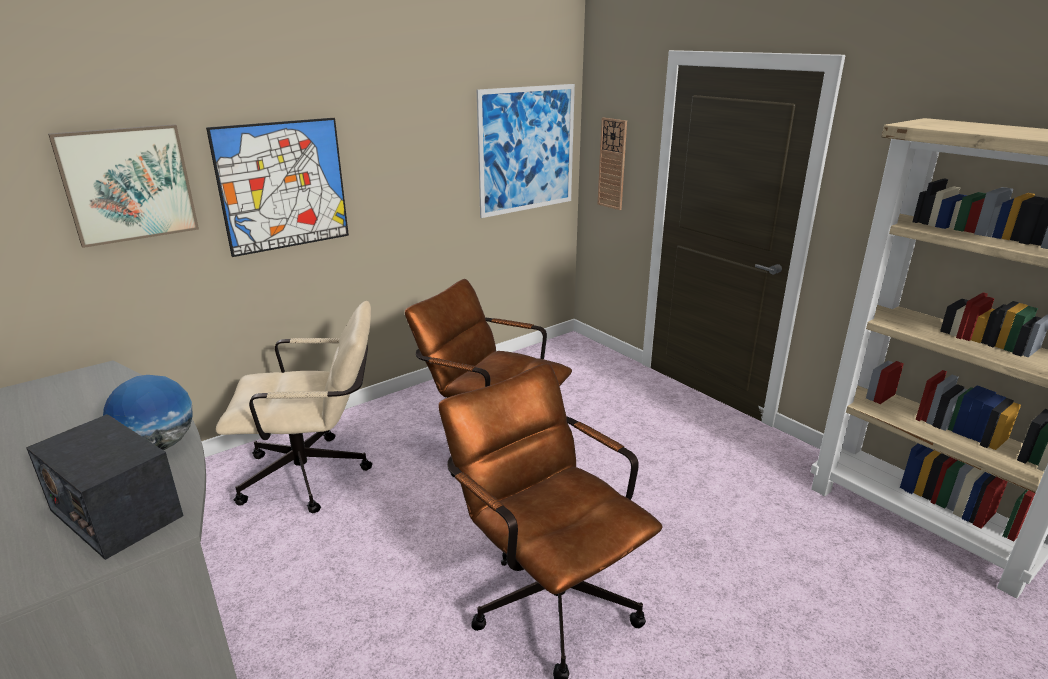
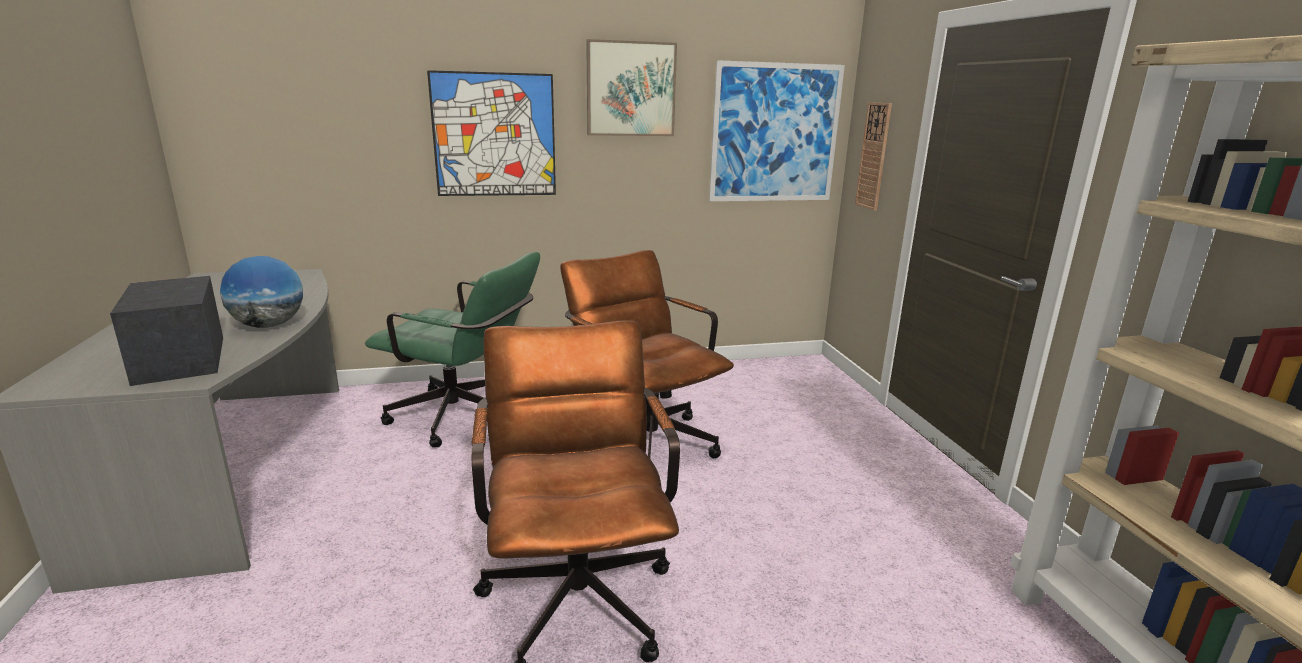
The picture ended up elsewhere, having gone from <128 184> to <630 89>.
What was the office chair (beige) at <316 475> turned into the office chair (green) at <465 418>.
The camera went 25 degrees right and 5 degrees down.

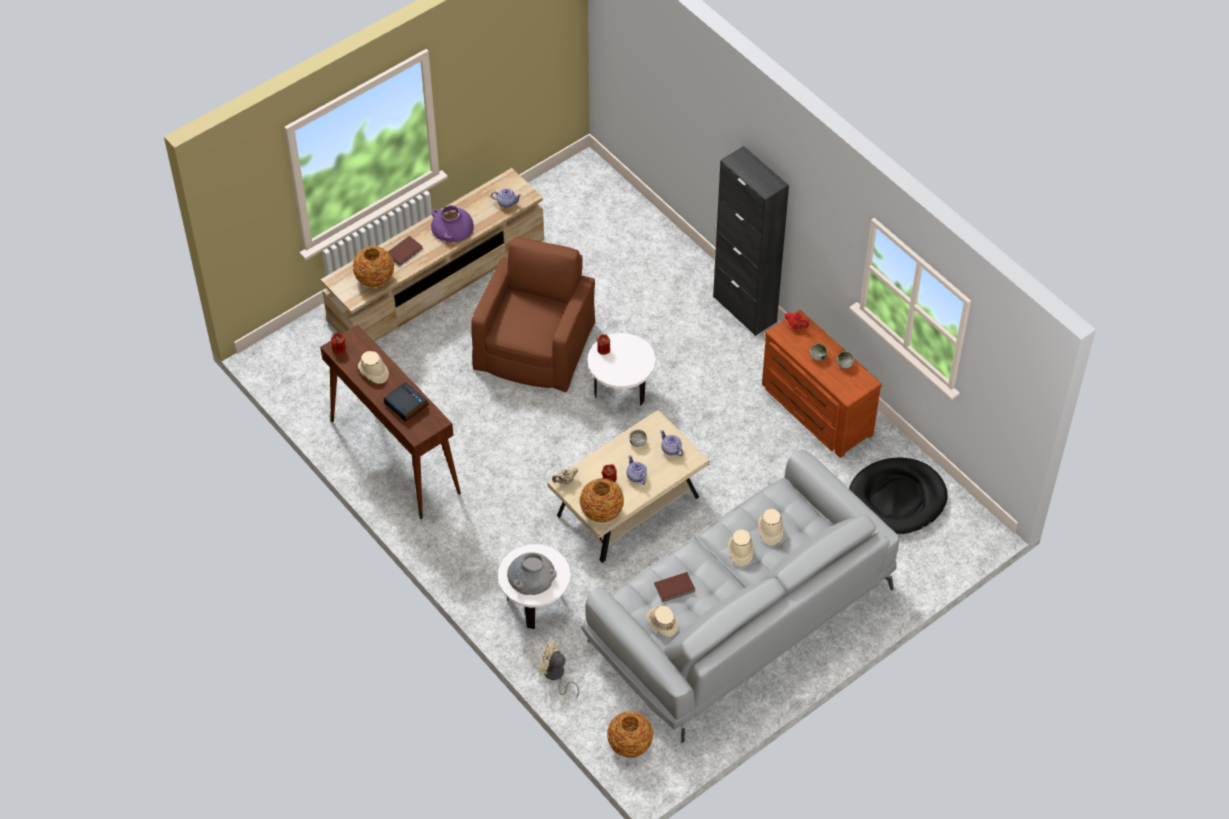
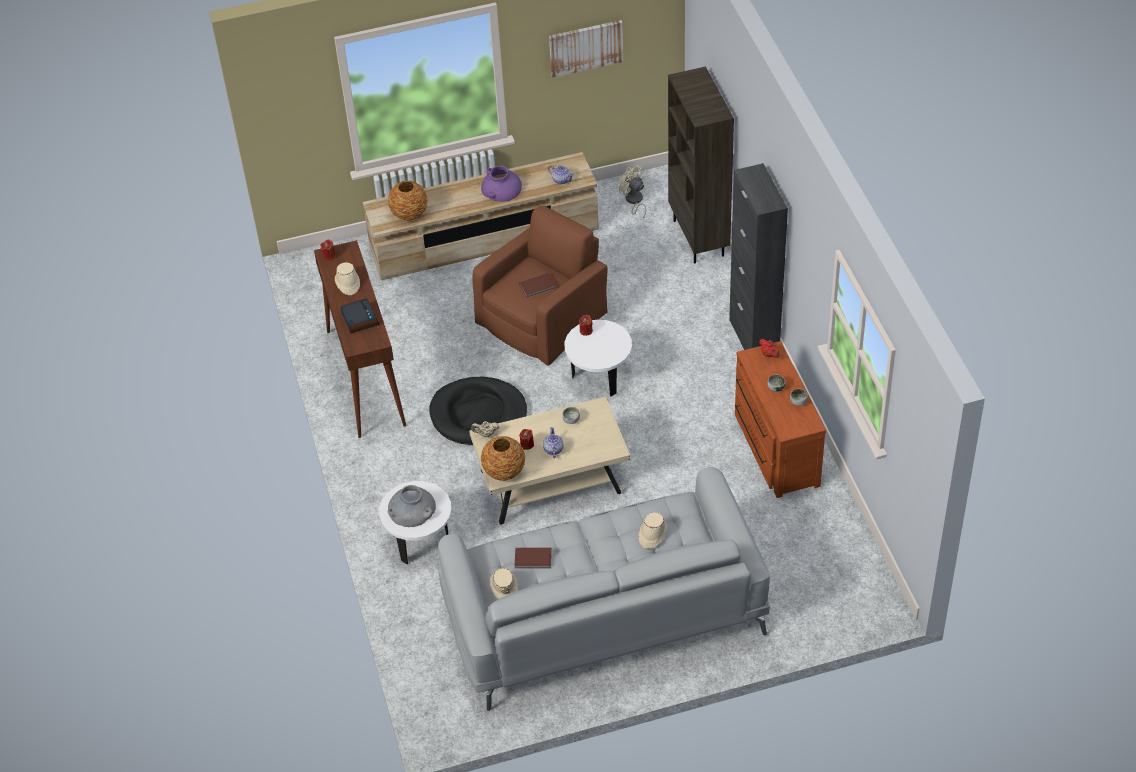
The book (brown) ended up elsewhere, having gone from <405 252> to <538 286>.
The second view lost the teapot at <671 449>.
The dog bed (black) ended up elsewhere, having gone from <897 499> to <478 414>.
The second view lost the hat (beige) at <740 550>.
The fan (beige) ended up elsewhere, having gone from <555 676> to <634 201>.
The second view lost the vase at <629 745>.
The second view gained the picture at <586 47>.
The second view gained the bookcase (brown) at <699 238>.
The camera went 25 degrees right and 5 degrees down.

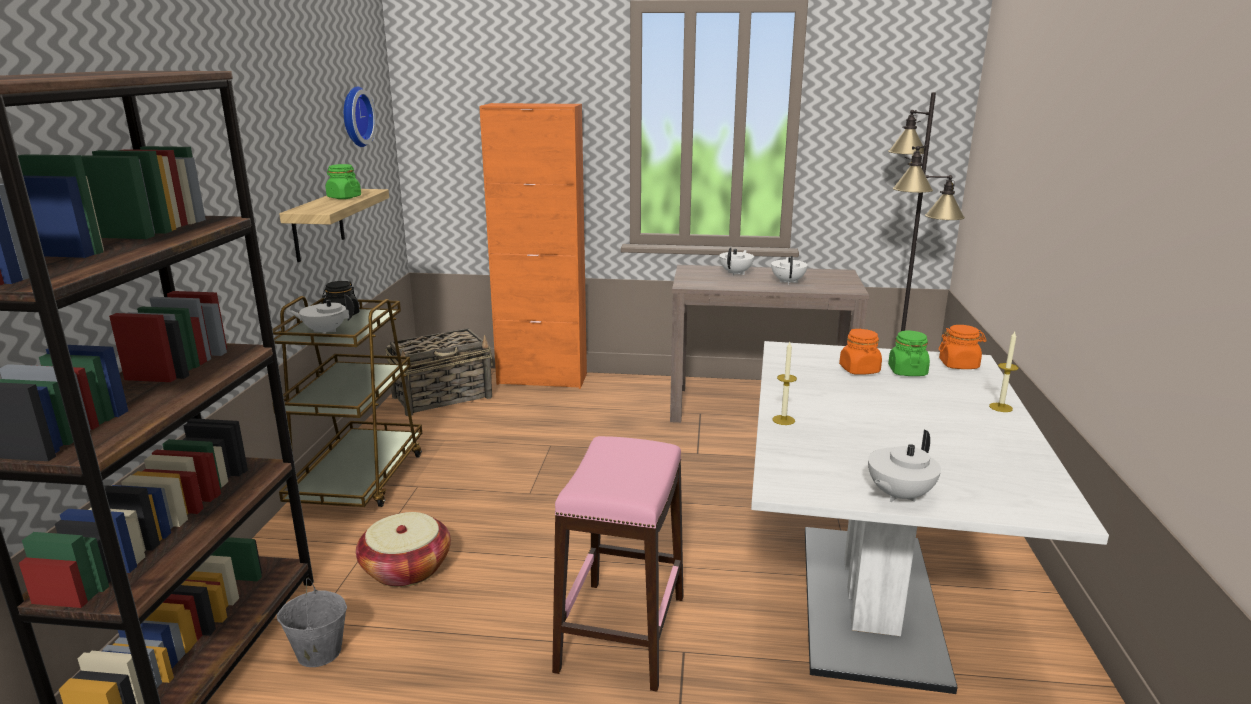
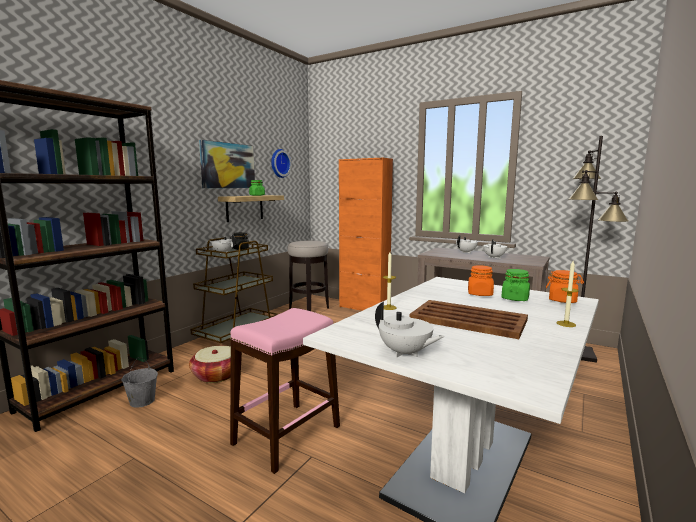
Where the basket stood at <443 397>, the stool came to stand at <309 308>.
The teapot (white) at <898 495> ended up facing another way, 120 degrees counterclockwise from before.
The second view gained the picture at <228 165>.
The second view gained the tray (brown) at <469 320>.
The camera went 25 degrees right and 10 degrees down.

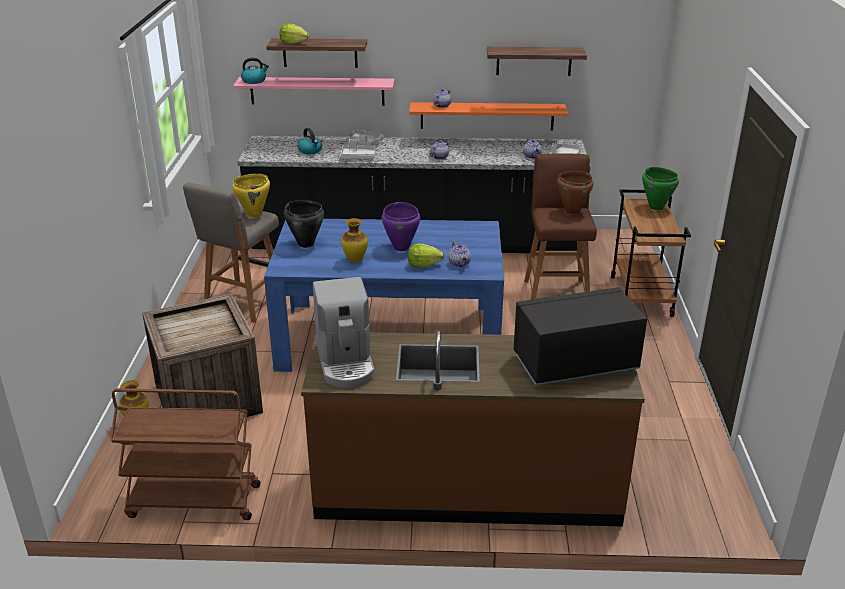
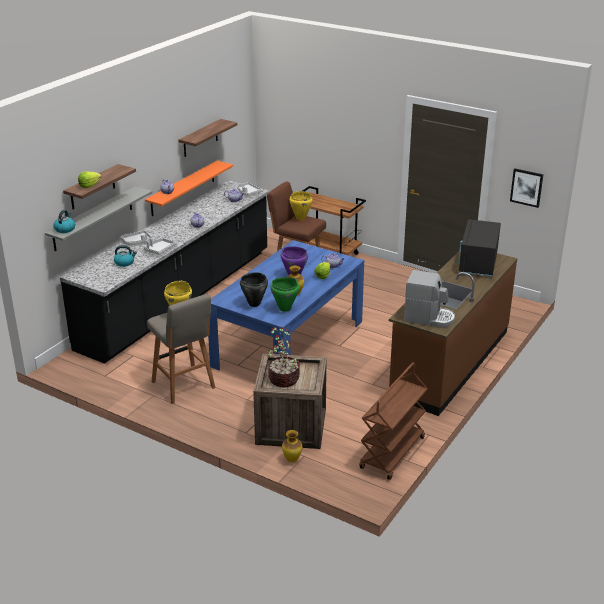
What was the shelf (pink) at <317 91> turned into the shelf (grey) at <93 218>.
The cooking pot (green) ended up elsewhere, having gone from <656 207> to <284 308>.
What was the cooking pot (brown) at <572 211> turned into the cooking pot (yellow) at <300 218>.
The second view gained the picture at <526 187>.
The second view gained the potted plant at <283 378>.
The camera went 60 degrees left and 0 degrees up.

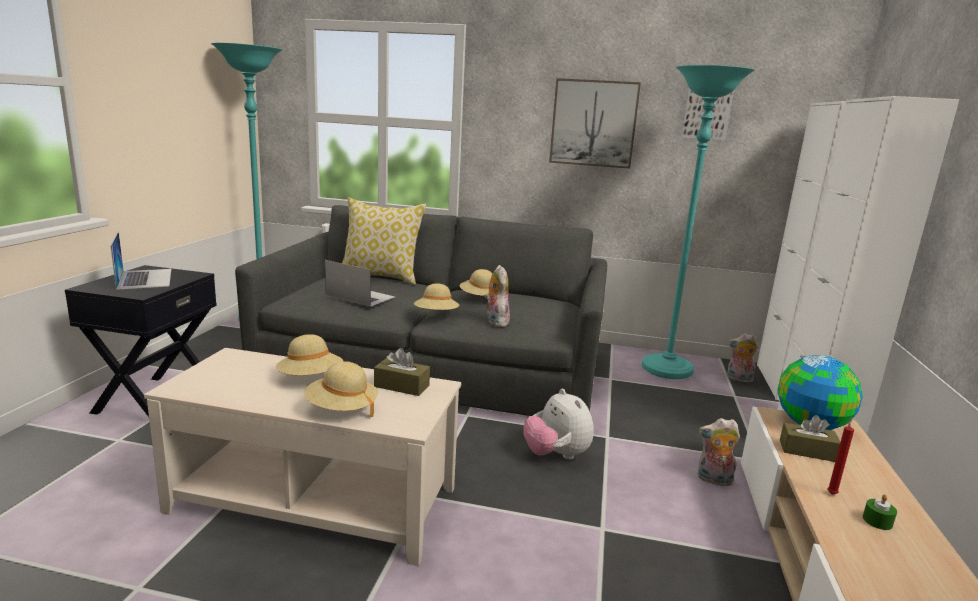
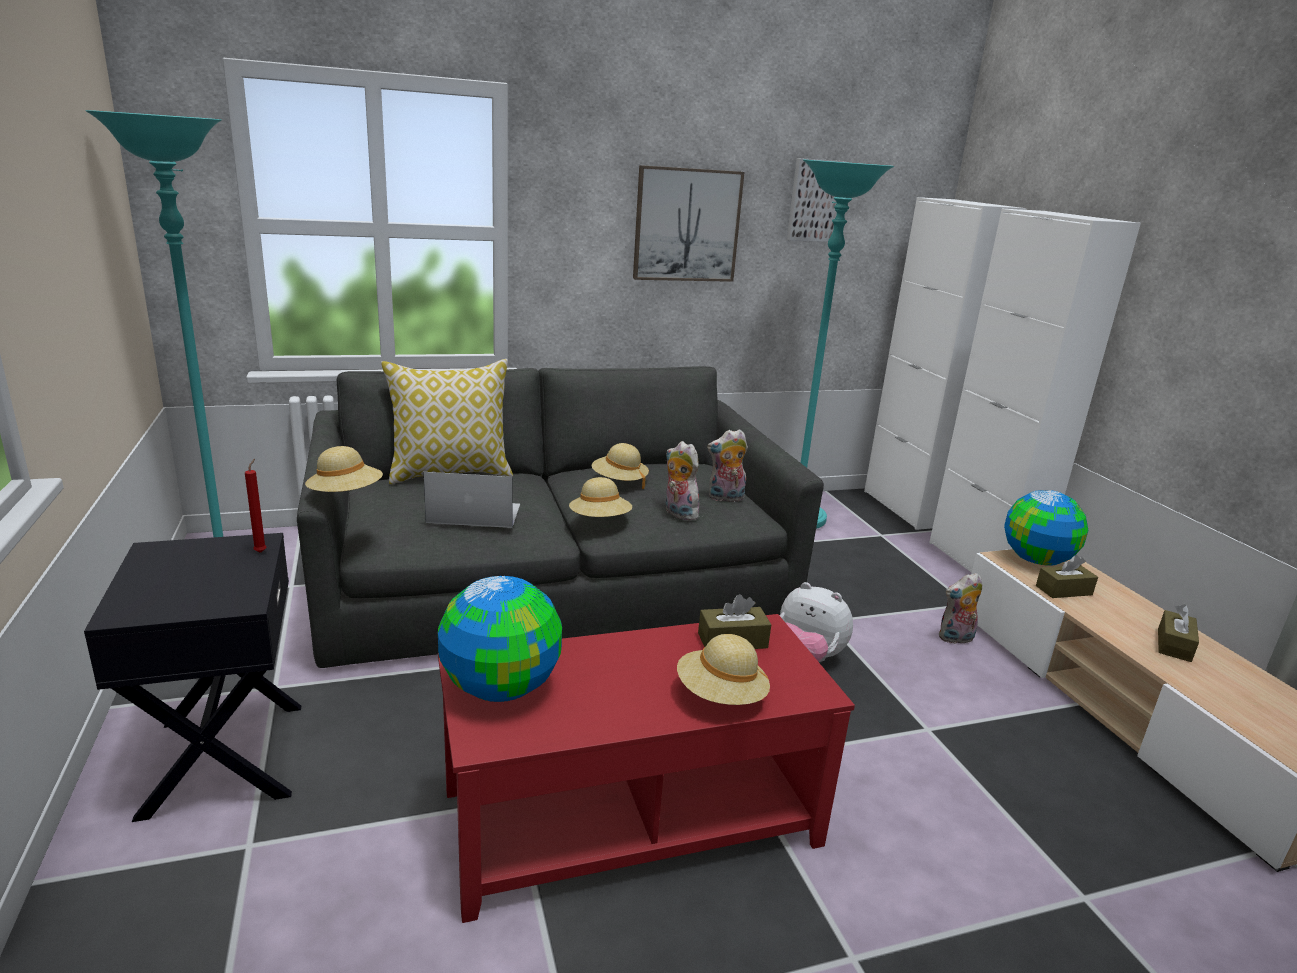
The second view lost the laptop at <145 278>.
The plush toy ended up elsewhere, having gone from <738 379> to <725 498>.
The hat (beige) ended up elsewhere, having gone from <310 378> to <346 495>.
What was the coffee table (beige) at <315 500> turned into the coffee table (red) at <632 818>.
The candle (red) ended up elsewhere, having gone from <832 493> to <261 551>.
Where the candle (green) stood at <877 521>, the tissue box (brown) came to stand at <1174 645>.
The second view gained the globe at <502 687>.
The camera went 30 degrees left and 5 degrees up.

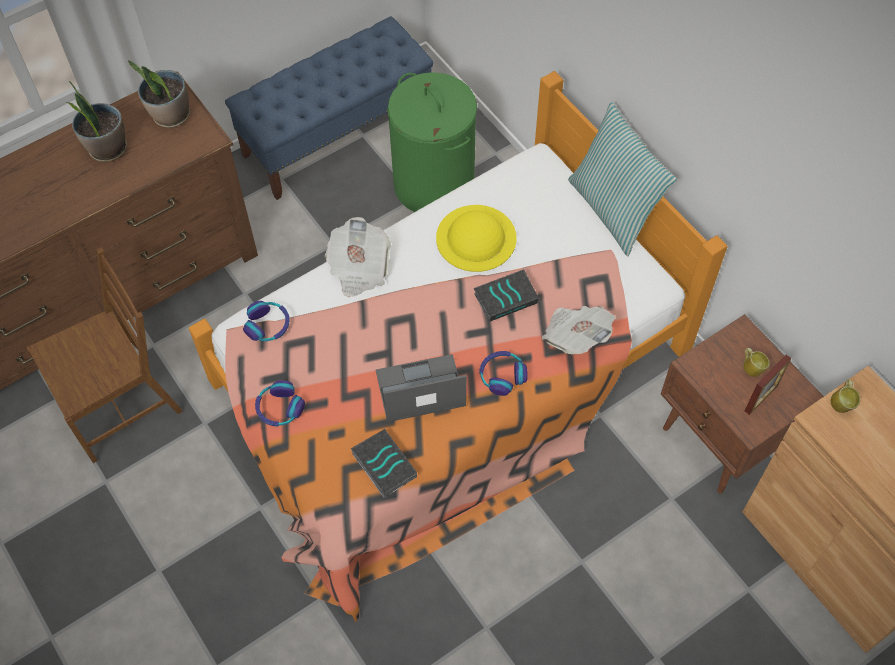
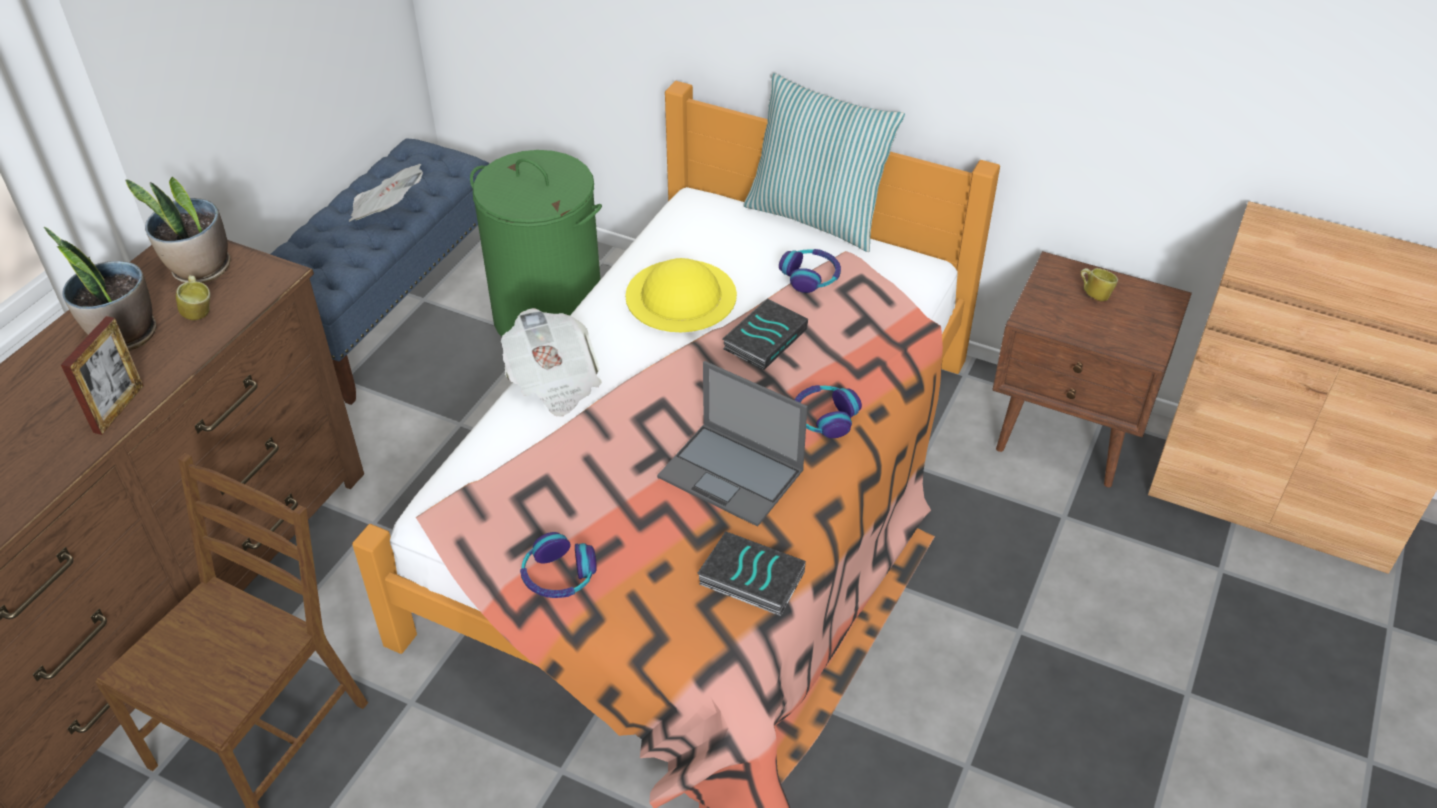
The headphones ended up elsewhere, having gone from <268 325> to <810 276>.
The newspaper ended up elsewhere, having gone from <575 336> to <388 211>.
The laptop at <419 389> ended up facing another way, 105 degrees counterclockwise from before.
The picture frame ended up elsewhere, having gone from <761 398> to <119 408>.
The mug ended up elsewhere, having gone from <842 403> to <199 311>.
The camera went 30 degrees left and 15 degrees down.

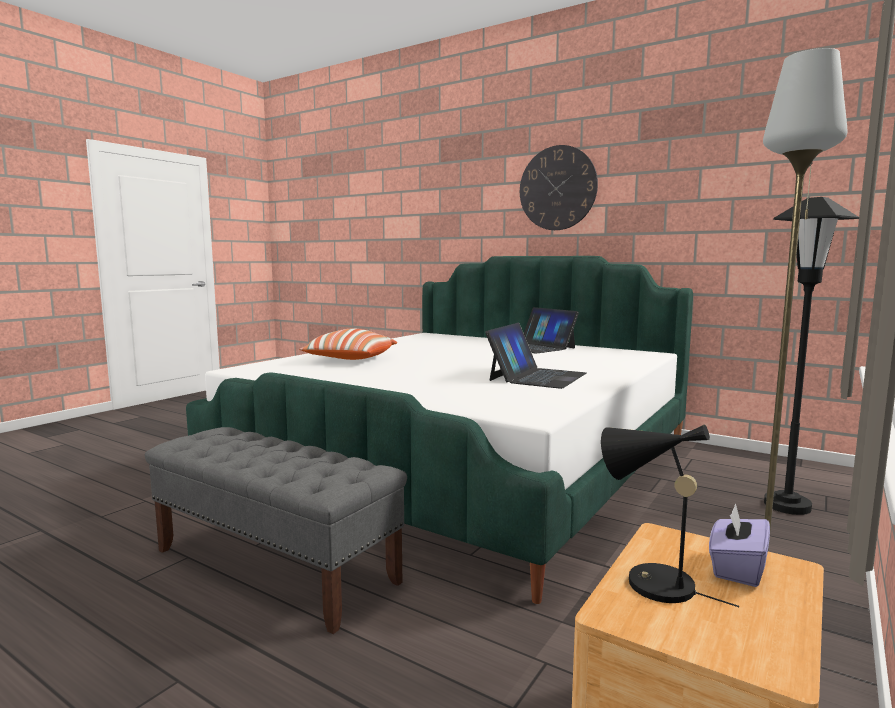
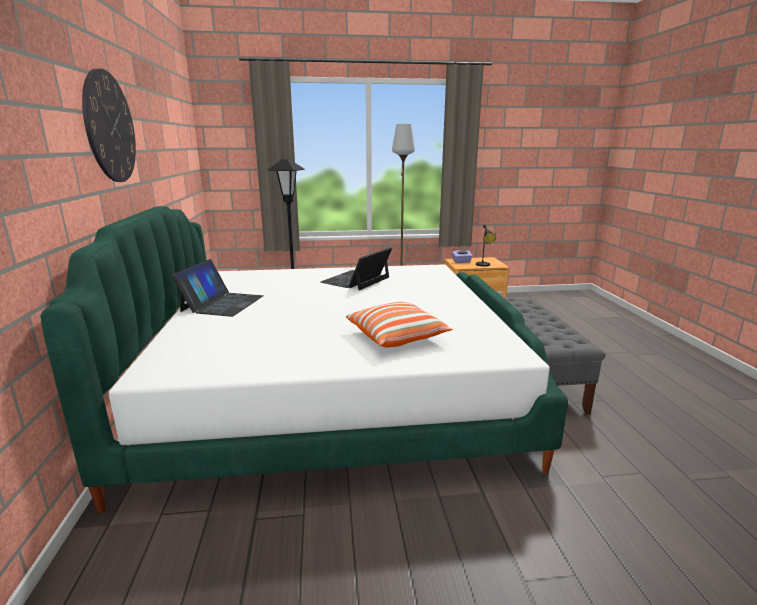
The laptop at <537 377> ended up facing another way, 45 degrees counterclockwise from before.
The camera went 130 degrees left and 10 degrees up.

